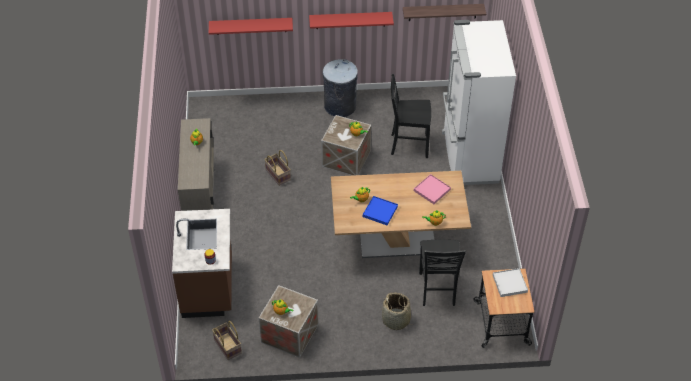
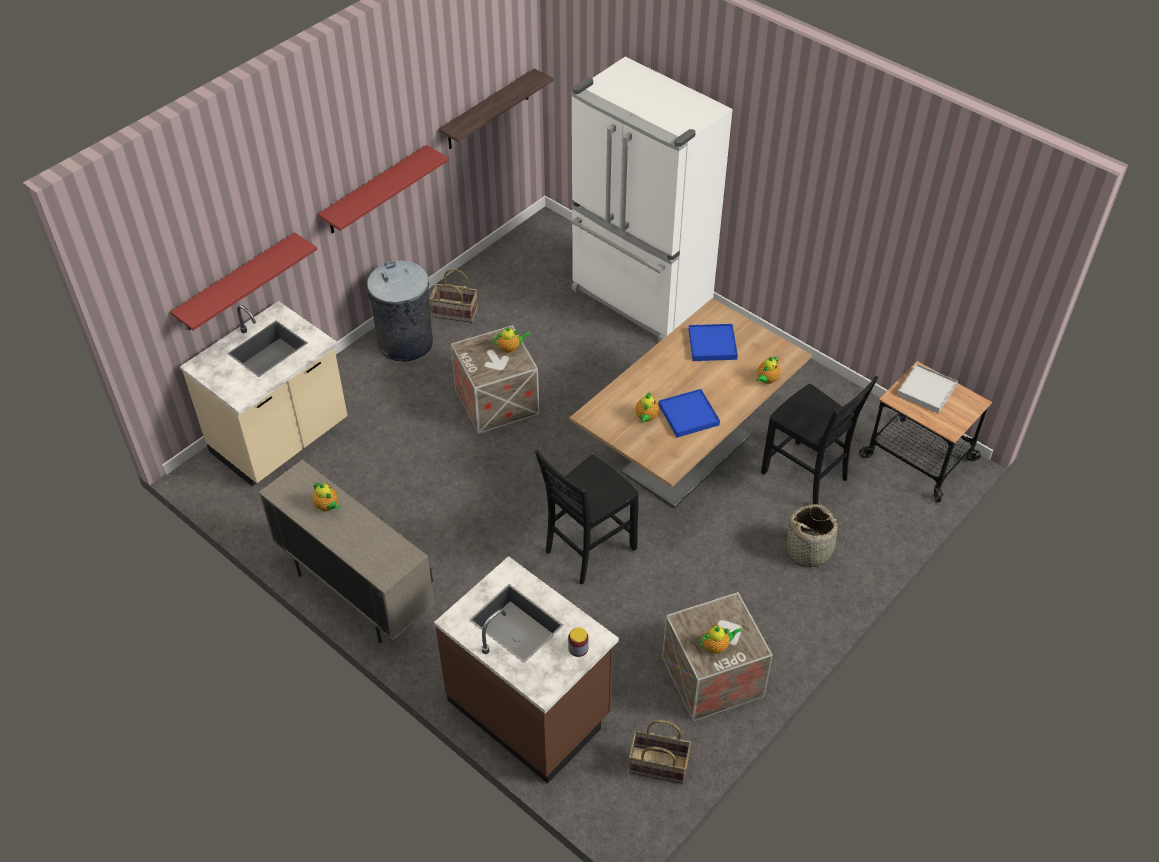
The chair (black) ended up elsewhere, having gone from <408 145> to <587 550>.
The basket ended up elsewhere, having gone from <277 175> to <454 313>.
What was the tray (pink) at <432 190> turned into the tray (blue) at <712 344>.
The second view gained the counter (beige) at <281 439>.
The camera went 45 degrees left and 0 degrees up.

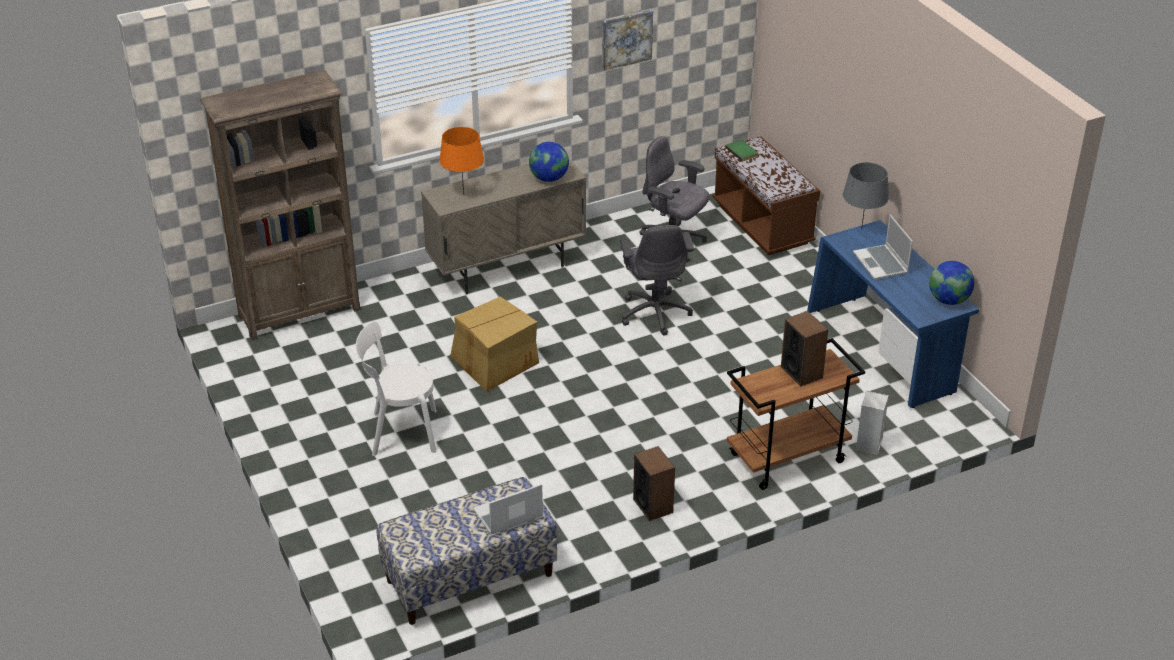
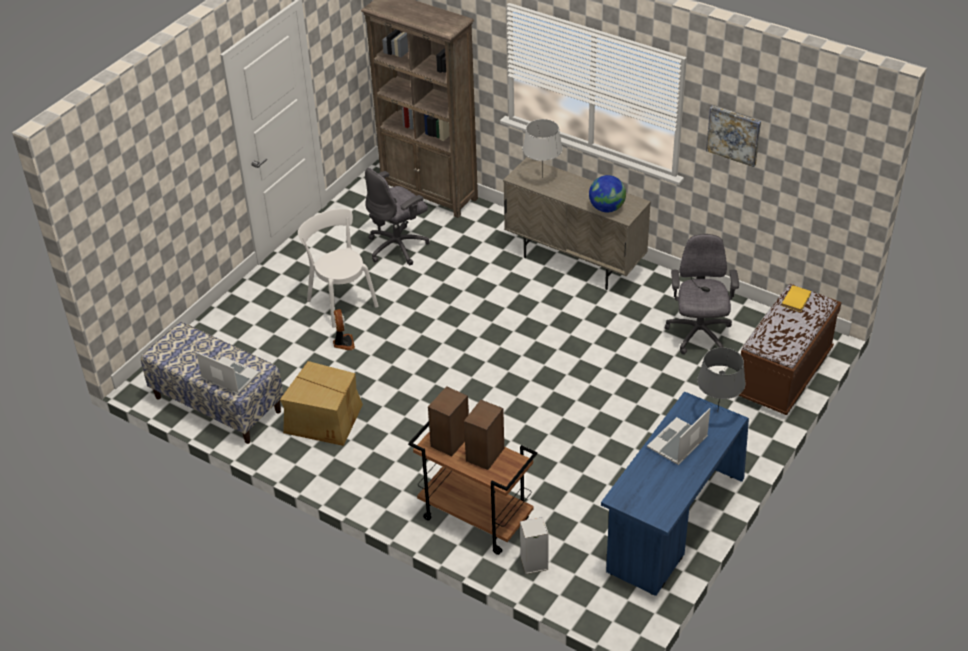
What was the table lamp (orange) at <463 194> turned into the table lamp (grey) at <542 177>.
What was the book (green) at <742 151> turned into the book (yellow) at <797 300>.
The office chair (grey) ended up elsewhere, having gone from <655 312> to <398 247>.
The second view lost the globe at <948 300>.
The cardboard box ended up elsewhere, having gone from <494 362> to <324 419>.
The speaker ended up elsewhere, having gone from <653 505> to <450 441>.
The second view gained the fan at <343 343>.
The camera went 60 degrees right and 5 degrees up.

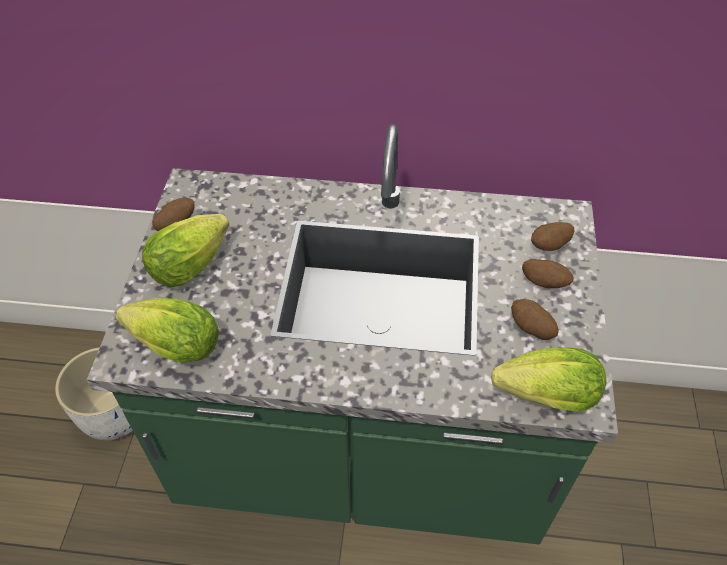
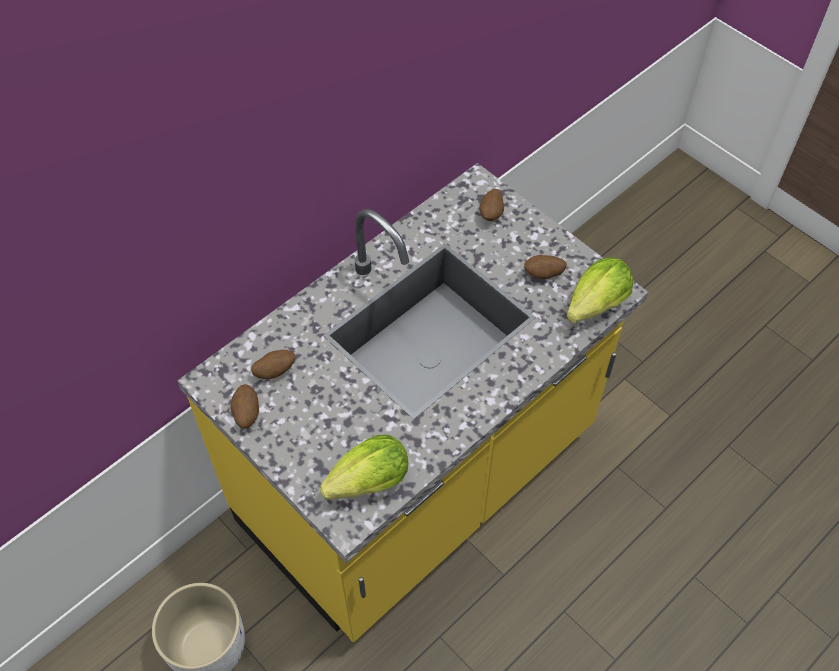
What was the counter (green) at <363 450> turned into the counter (yellow) at <419 480>.
The second view lost the lettuce at <194 263>.
The potato ended up elsewhere, having gone from <544 283> to <275 371>.
The camera went 50 degrees left and 5 degrees up.

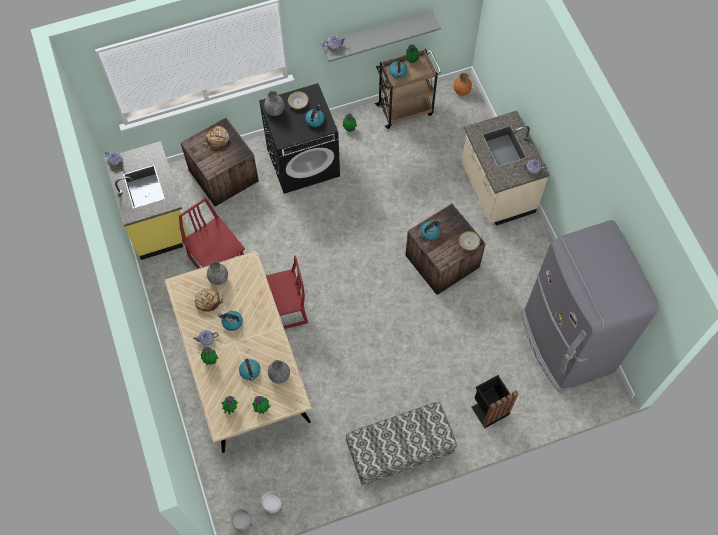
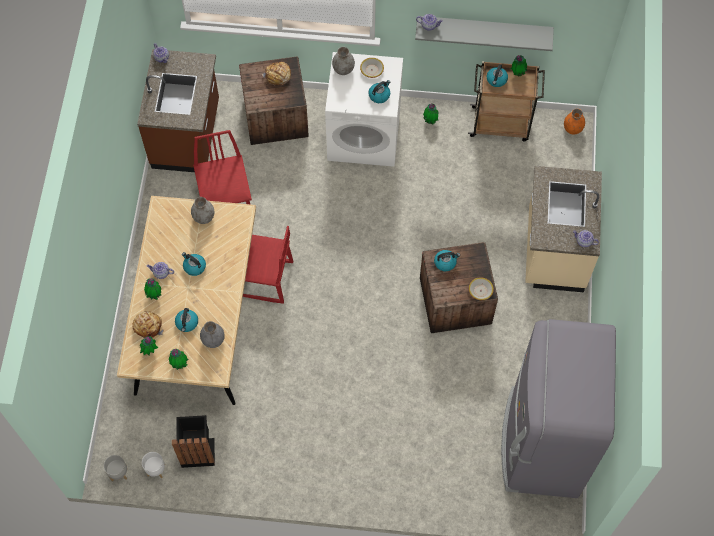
What was the washing machine (black) at <303 162> turned into the washing machine (white) at <364 136>.
What was the counter (yellow) at <157 220> turned into the counter (brown) at <187 135>.
The bread ended up elsewhere, having gone from <208 301> to <148 326>.
The trash can (black) ended up elsewhere, having gone from <489 409> to <197 450>.
The second view lost the bench at <399 451>.
The camera went 25 degrees right and 0 degrees up.

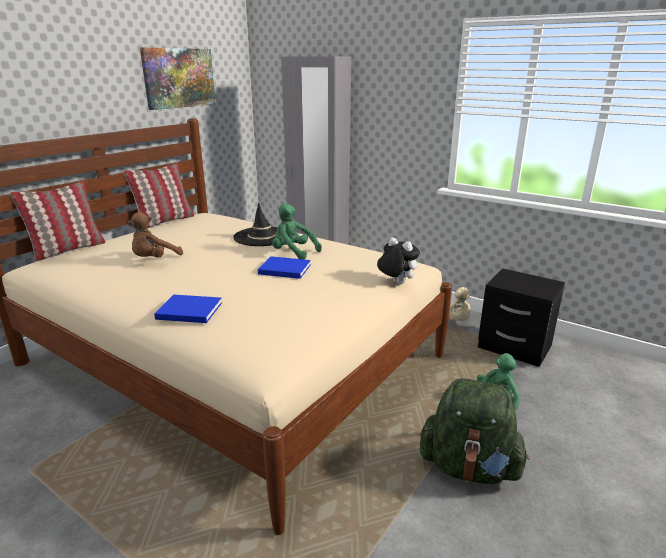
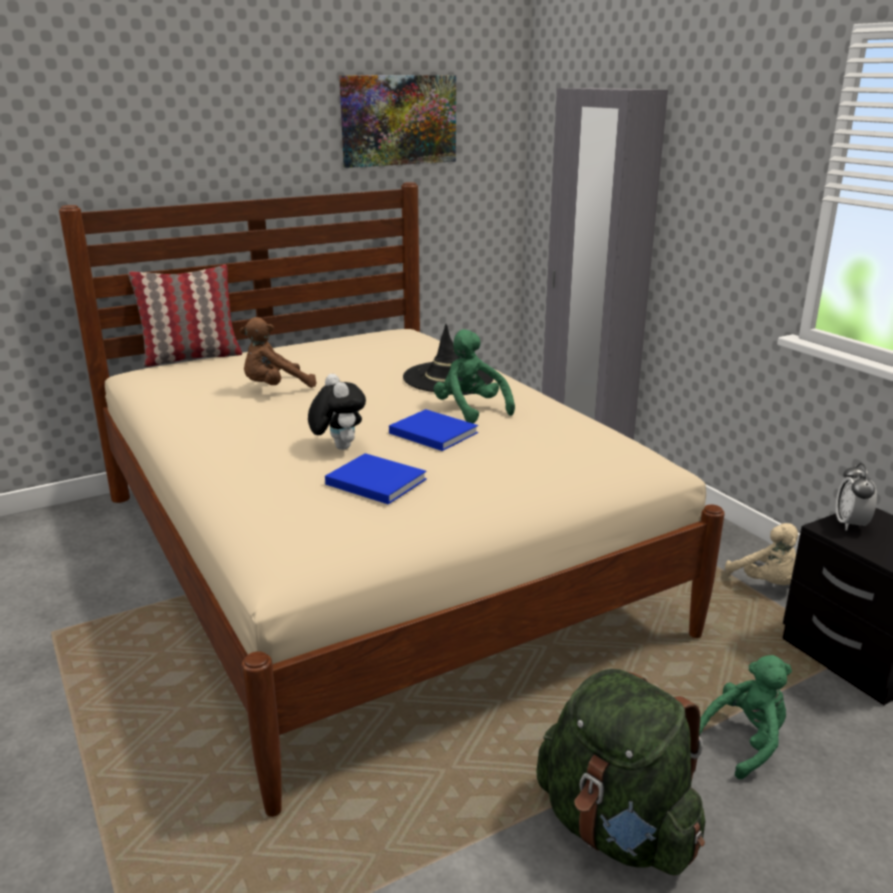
The second view lost the pillow at <164 221>.
The plush toy ended up elsewhere, having gone from <396 283> to <338 447>.
The book (blue) ended up elsewhere, having gone from <187 310> to <374 481>.
The second view gained the alarm clock at <850 524>.
The camera went 25 degrees right and 0 degrees up.

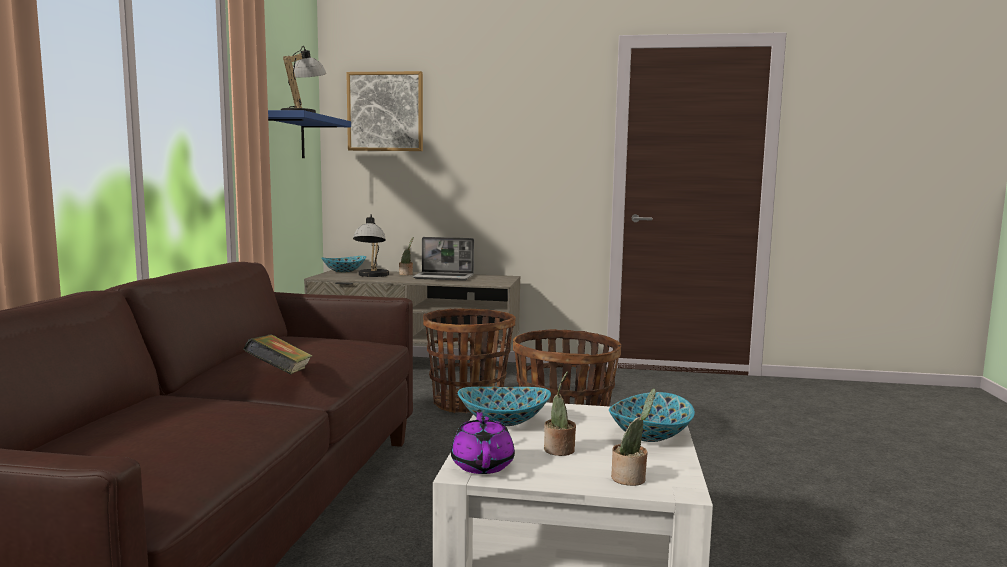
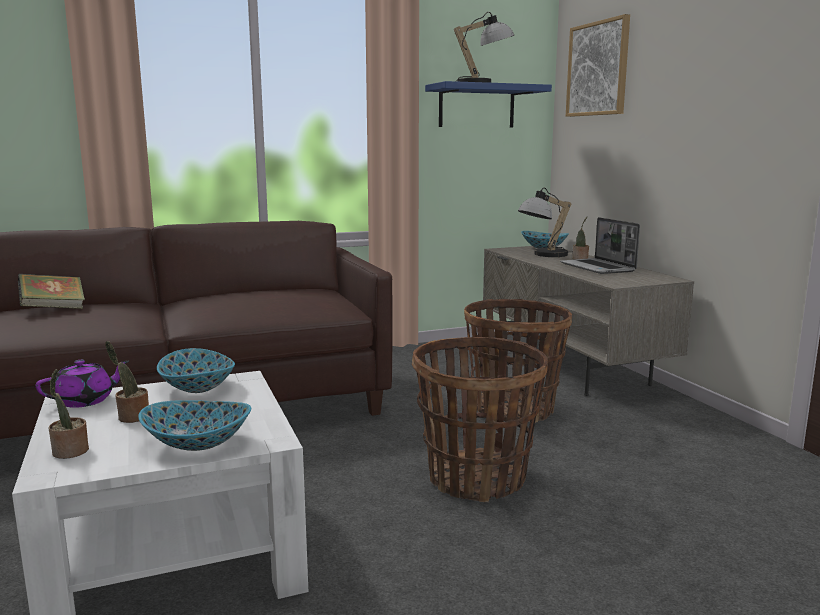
The book ended up elsewhere, having gone from <280 377> to <53 309>.
The camera went 60 degrees right and 5 degrees up.

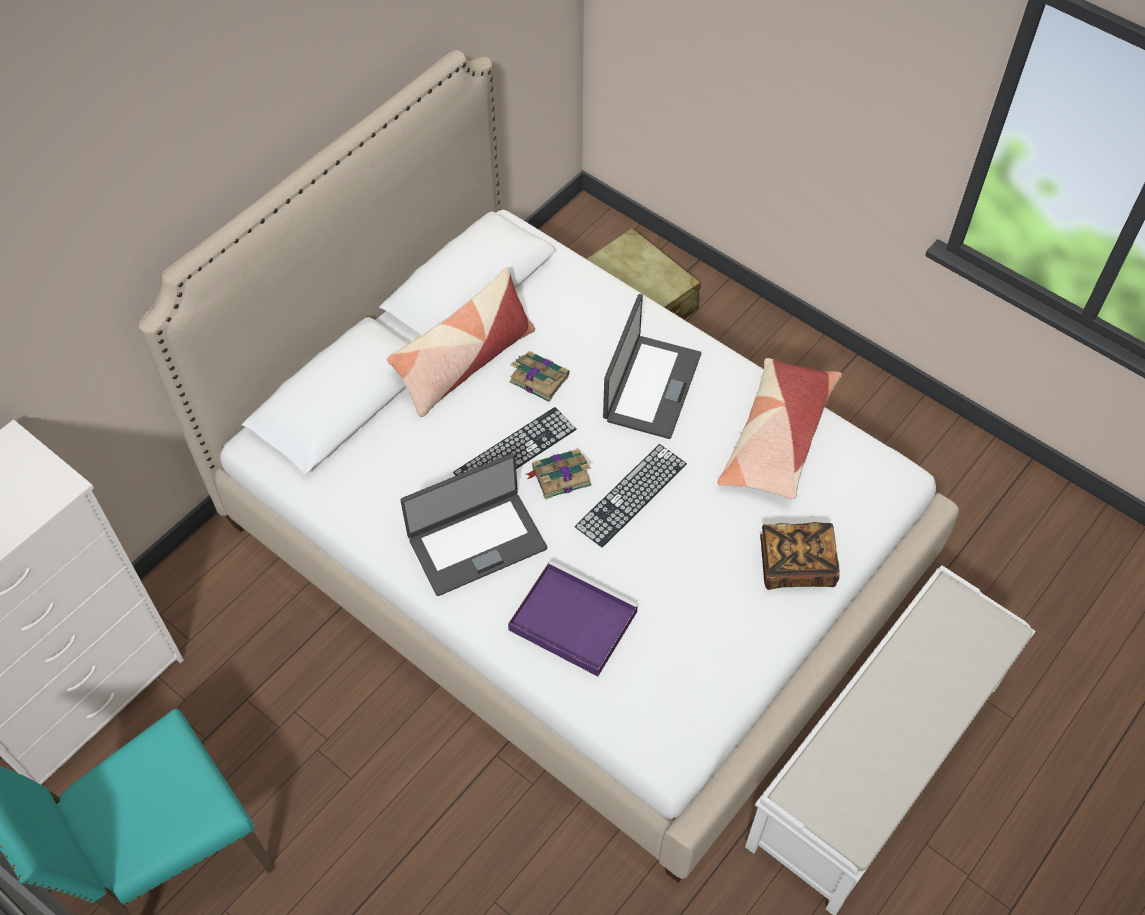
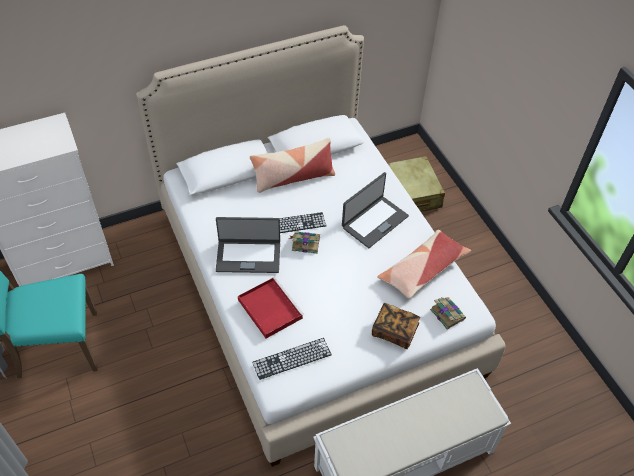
The book ended up elsewhere, having gone from <538 378> to <447 313>.
The keyboard ended up elsewhere, having gone from <631 495> to <292 358>.
What was the tray (purple) at <570 620> turned into the tray (red) at <269 308>.
The camera went 25 degrees right and 5 degrees down.

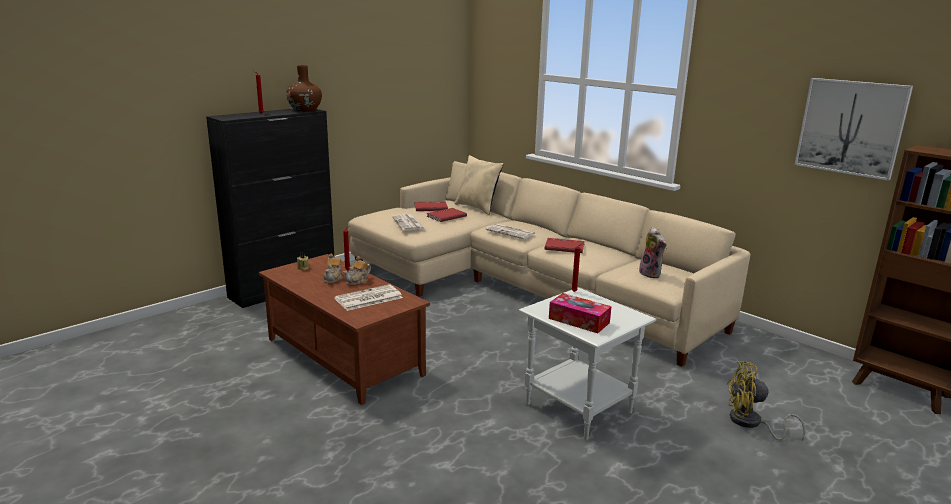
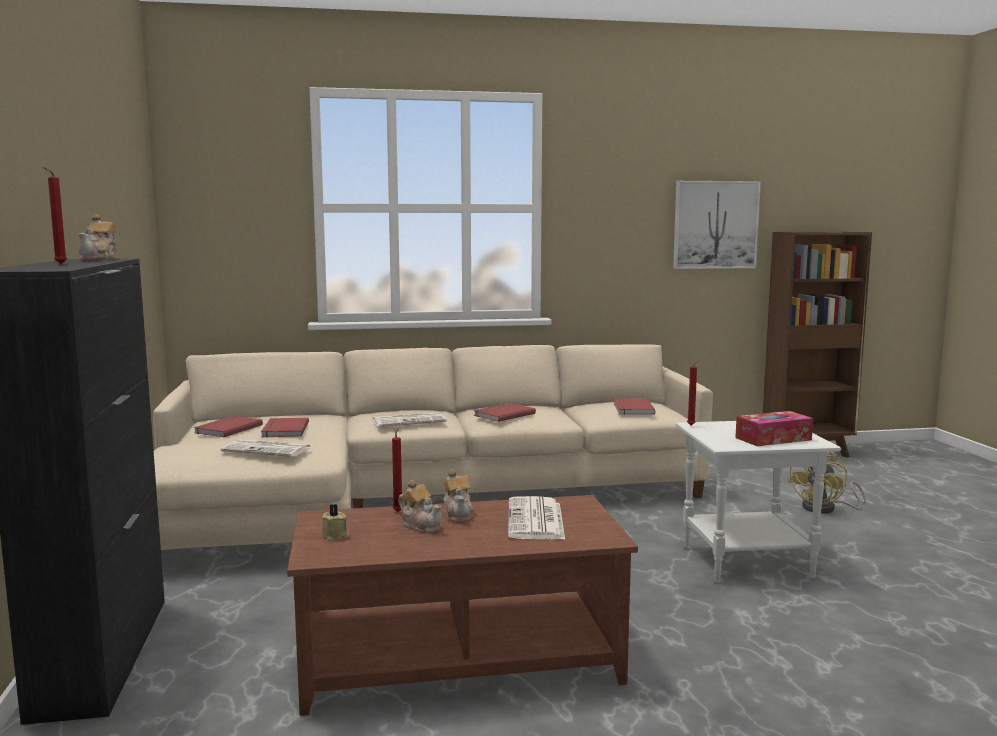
Where the vase (brown) stood at <305 110>, the teapot came to stand at <100 259>.
The second view lost the pillow (beige) at <478 208>.
Where the plush toy stood at <651 274>, the book (red) came to stand at <631 409>.
The camera went 55 degrees left and 10 degrees down.

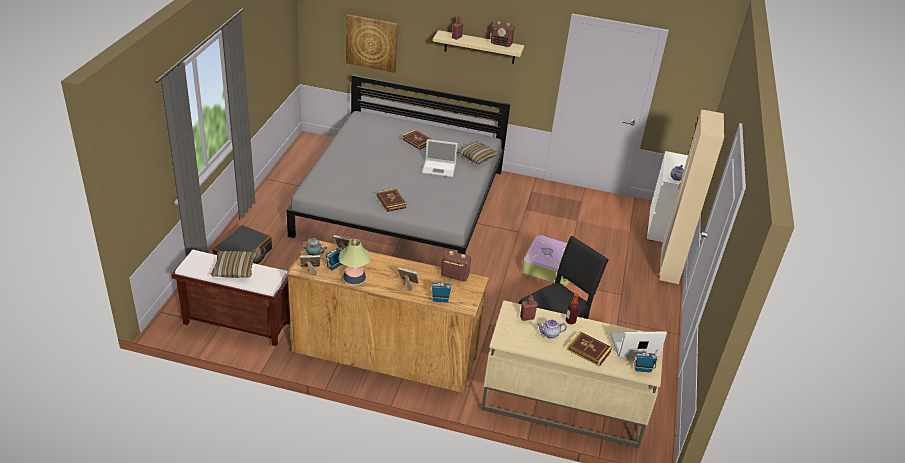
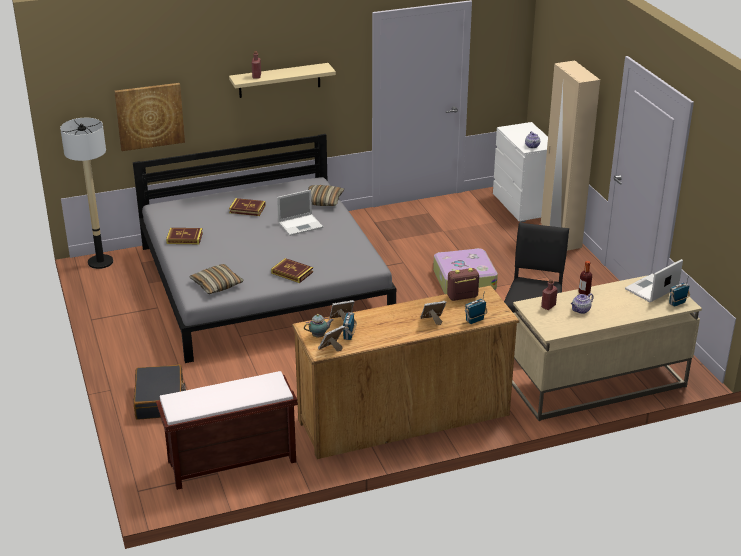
The second view lost the radio at <501 44>.
The second view lost the table lamp at <354 279>.
The pillow ended up elsewhere, having gone from <234 269> to <217 284>.
The book ended up elsewhere, having gone from <588 350> to <184 238>.
The second view gained the floor lamp at <100 262>.
The camera went 30 degrees left and 5 degrees down.

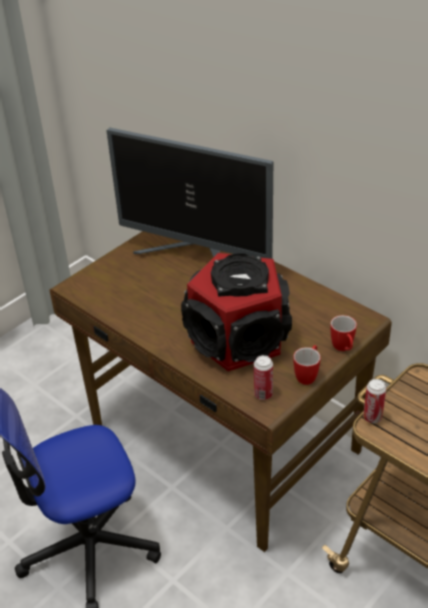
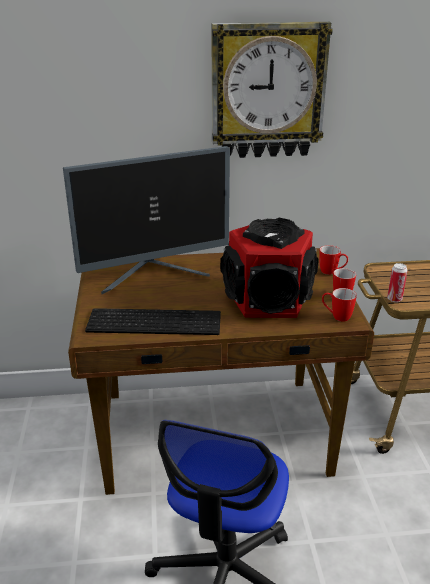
Where the can stood at <263 394>, the mug came to stand at <336 316>.
The second view gained the wall clock at <267 91>.
The second view gained the keyboard at <156 321>.
The camera went 50 degrees left and 10 degrees down.

